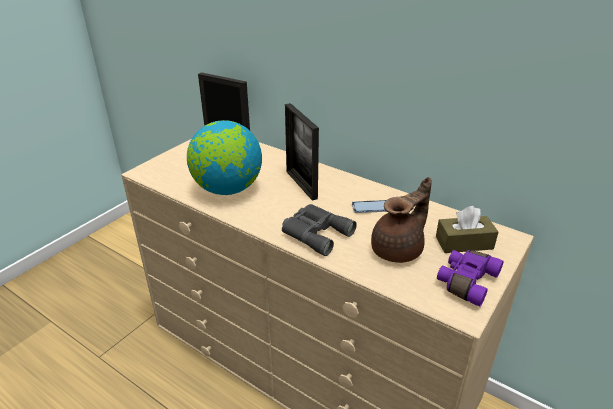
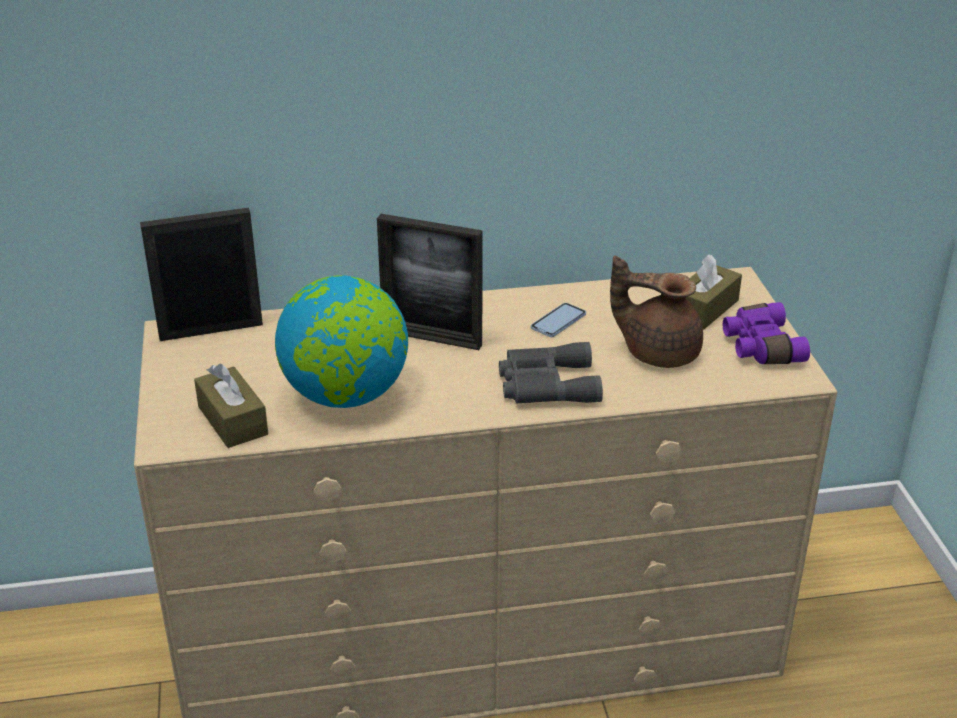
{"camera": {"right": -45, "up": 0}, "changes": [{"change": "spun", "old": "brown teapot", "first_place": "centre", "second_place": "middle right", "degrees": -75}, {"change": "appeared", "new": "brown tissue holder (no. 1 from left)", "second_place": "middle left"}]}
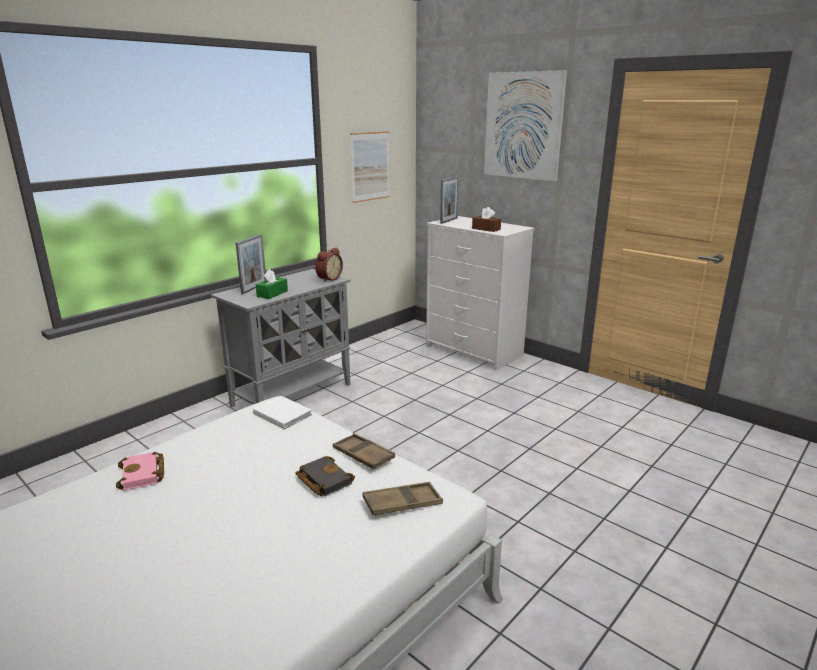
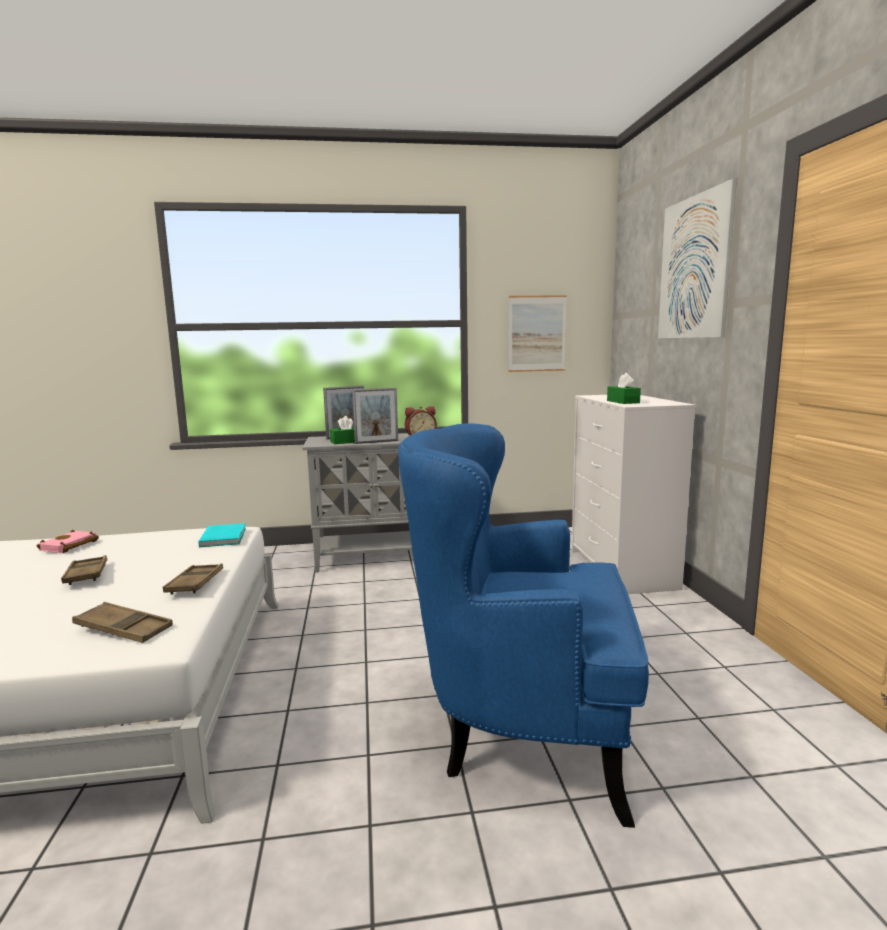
{"camera": {"right": 40, "up": -10}, "changes": [{"change": "relocated", "old": "picture frame (no. 2 from left)", "first_place": "top centre", "second_place": "centre"}, {"change": "colour", "old": "brown tissue holder", "new": "green-coloured tissue holder (no. 2 from left)", "first_place": "top centre", "second_place": "middle right"}, {"change": "colour", "old": "whitish volume", "new": "turquoise volume", "first_place": "centre", "second_place": "middle left"}, {"change": "missing", "old": "black volume", "first_place": "bottom centre"}, {"change": "appeared", "new": "blue-coloured easy chair", "second_place": "bottom centre"}, {"change": "appeared", "new": "brown carrying tray (no. 1 from left)", "second_place": "middle left"}]}
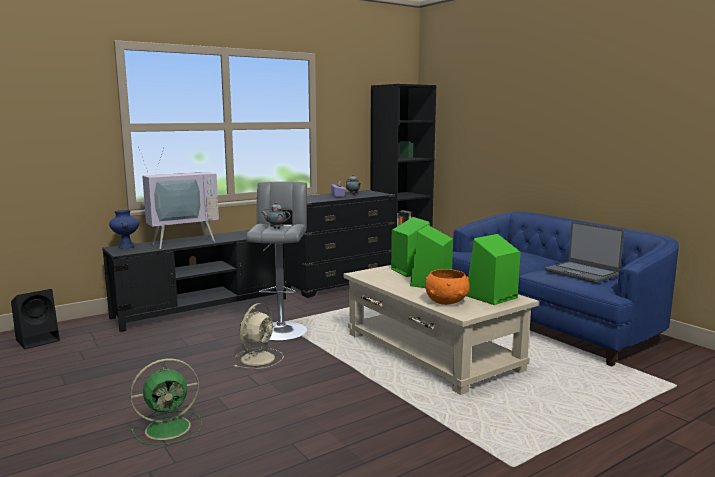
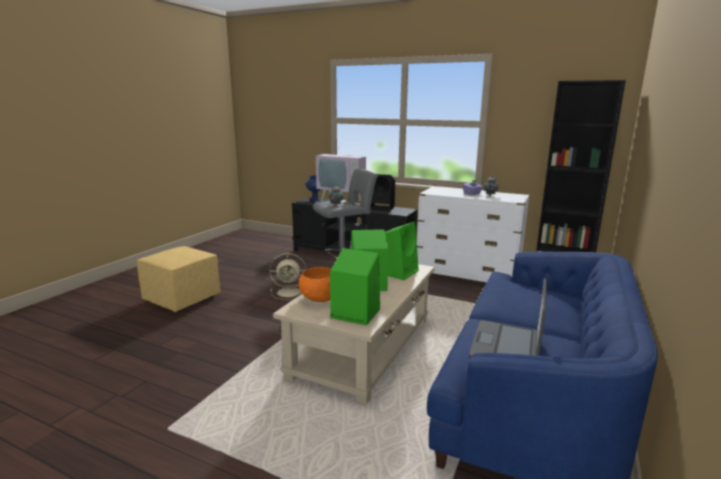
{"camera": {"right": 60, "up": 5}, "changes": [{"change": "colour", "old": "black chest of drawers", "new": "whitish chest of drawers", "first_place": "centre", "second_place": "centre"}, {"change": "relocated", "old": "black loudspeaker", "first_place": "bottom left", "second_place": "centre"}, {"change": "exchanged", "old": "green-coloured cooling fan", "new": "yellow footrest", "first_place": "bottom left", "second_place": "middle left"}]}
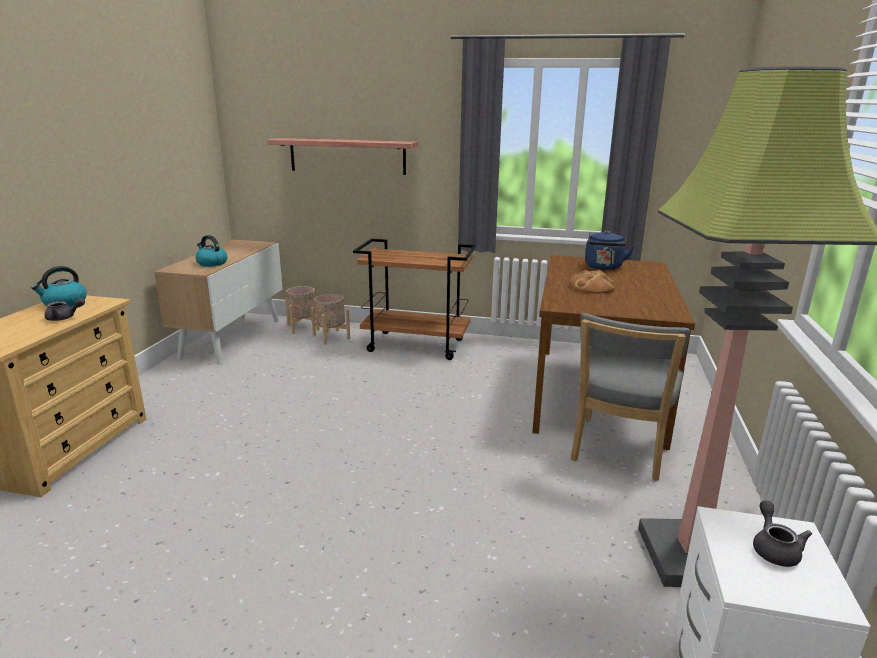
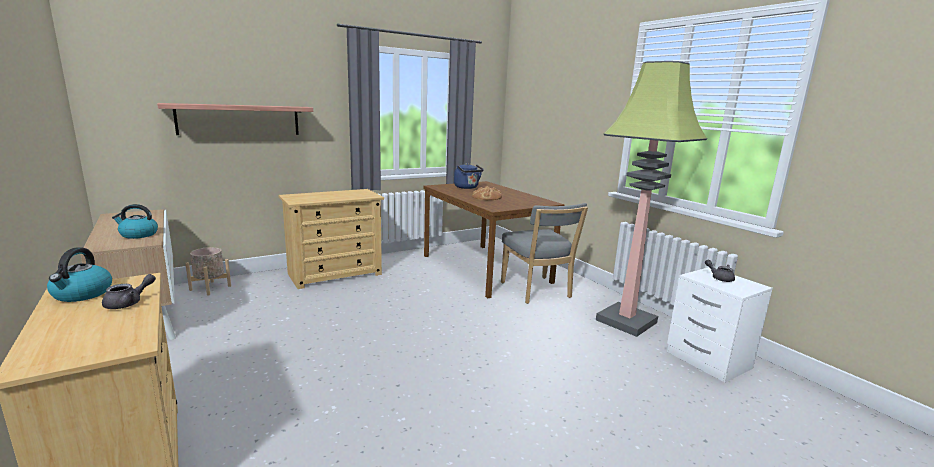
{"camera": {"right": -45, "up": -5}, "changes": [{"change": "exchanged", "old": "brown trolley", "new": "sand-coloured chest of drawers (no. 2 from left)", "first_place": "centre", "second_place": "centre"}, {"change": "missing", "old": "sand-coloured planter (no. 2 from left)", "first_place": "centre"}]}
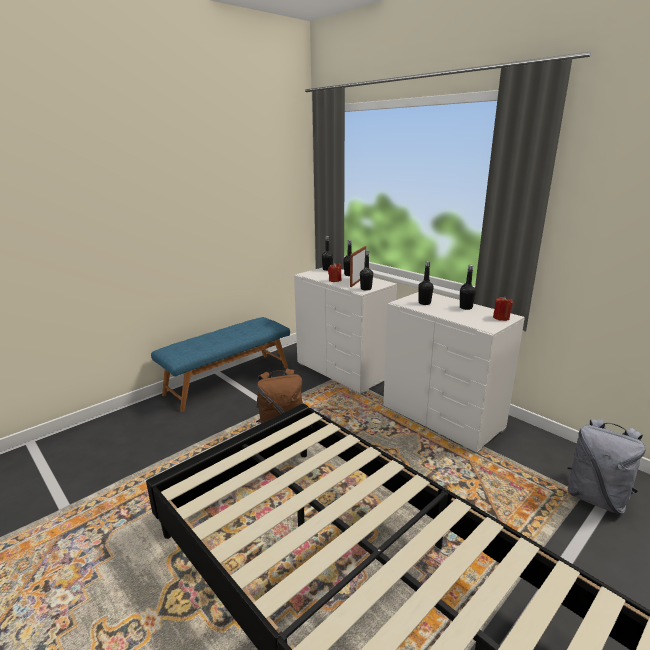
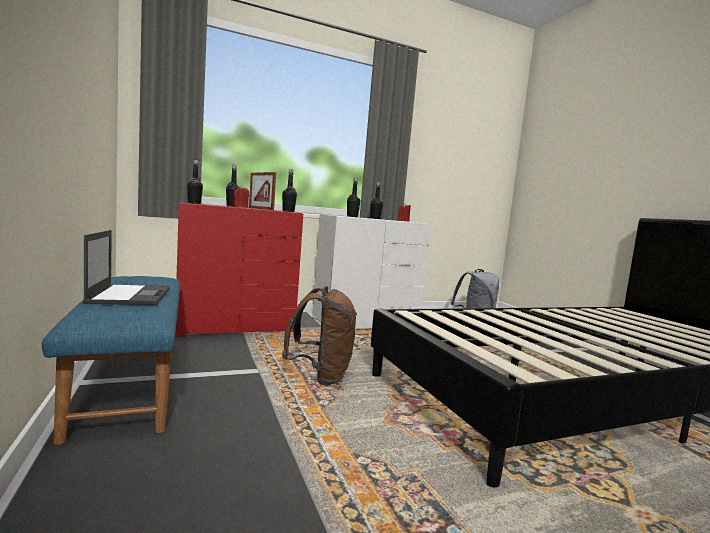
{"camera": {"right": -70, "up": -15}, "changes": [{"change": "colour", "old": "whitish chest of drawers (no. 1 from left)", "new": "reddish chest of drawers", "first_place": "centre", "second_place": "centre"}, {"change": "appeared", "new": "notebook computer", "second_place": "middle left"}]}
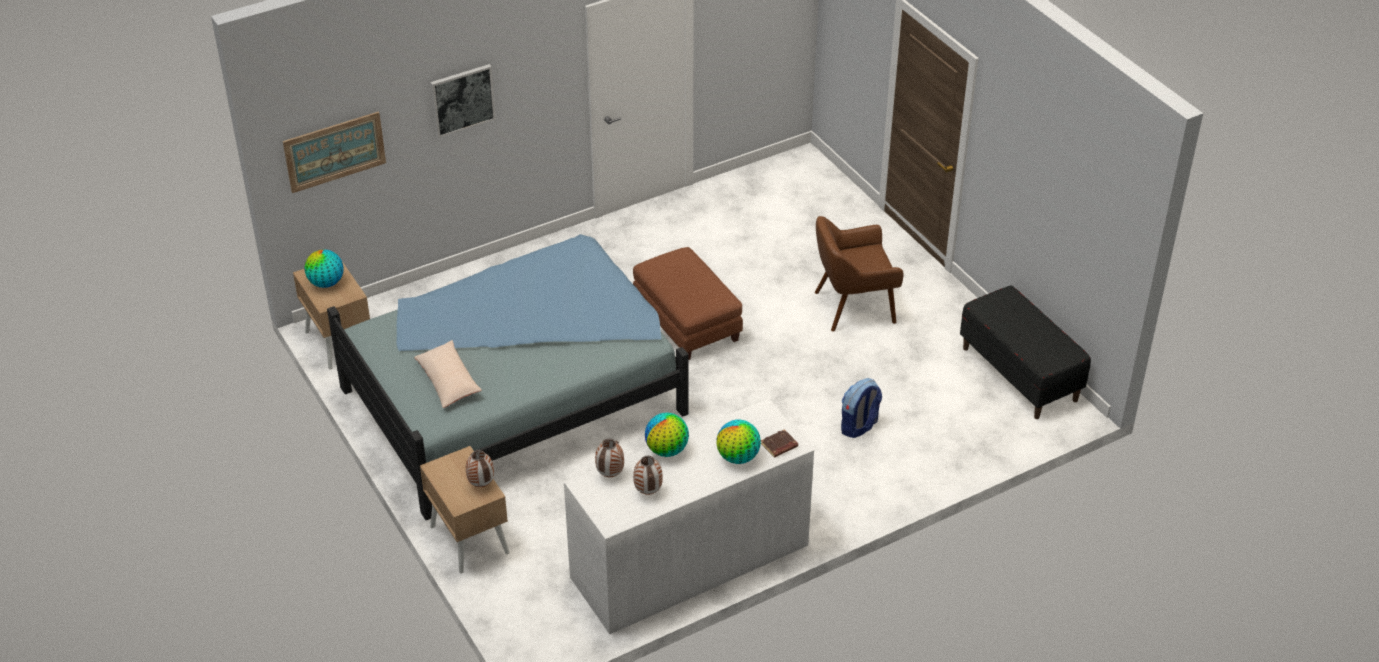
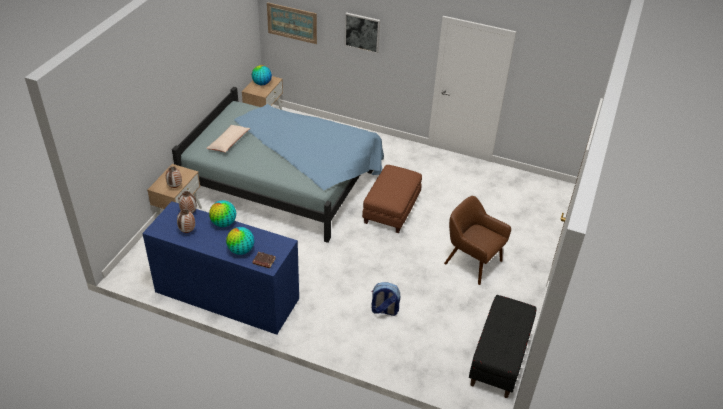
{"camera": {"right": 50, "up": 0}, "changes": [{"change": "colour", "old": "whitish chest of drawers", "new": "blue-coloured chest of drawers", "first_place": "bottom centre", "second_place": "middle left"}]}
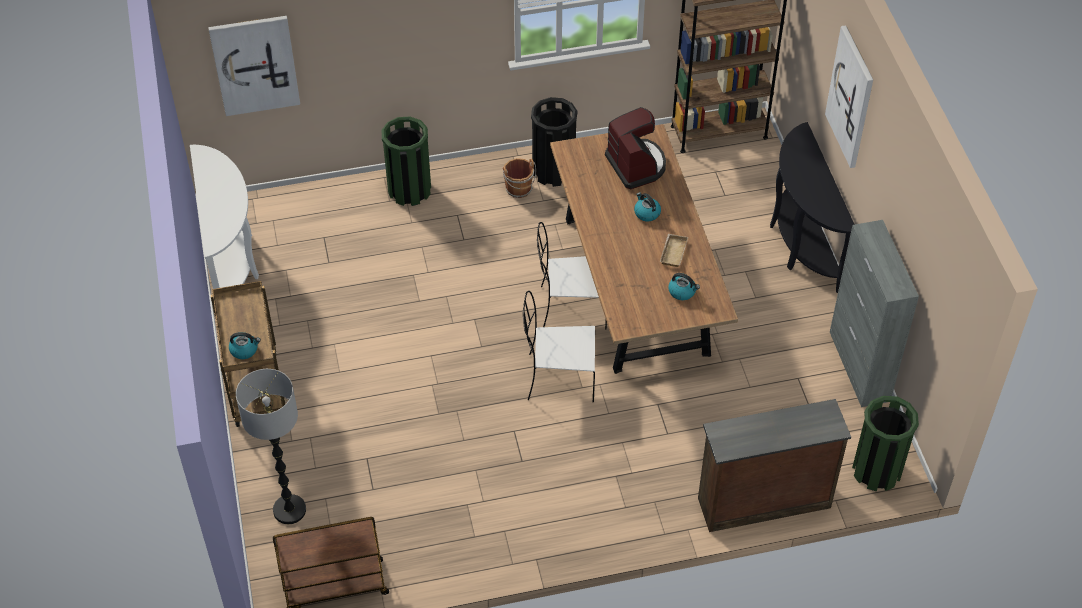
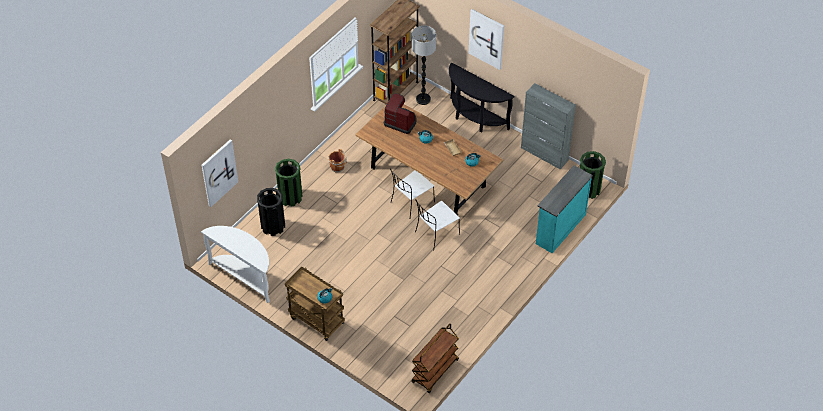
{"camera": {"right": -40, "up": 0}, "changes": [{"change": "relocated", "old": "black rubbish bin", "first_place": "top centre", "second_place": "middle left"}, {"change": "relocated", "old": "floor lamp", "first_place": "bottom left", "second_place": "top centre"}, {"change": "colour", "old": "brown chest of drawers", "new": "turquoise chest of drawers", "first_place": "bottom right", "second_place": "middle right"}]}
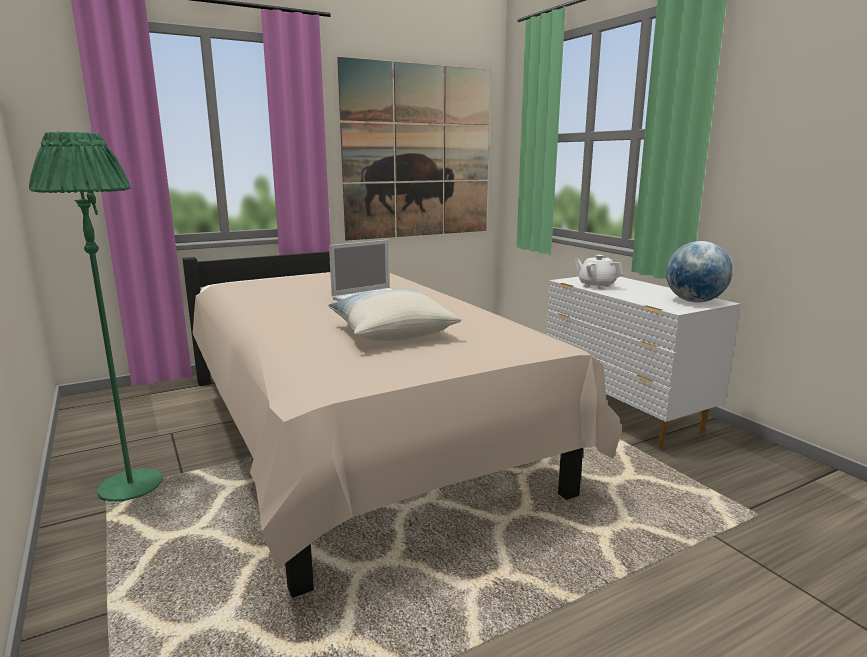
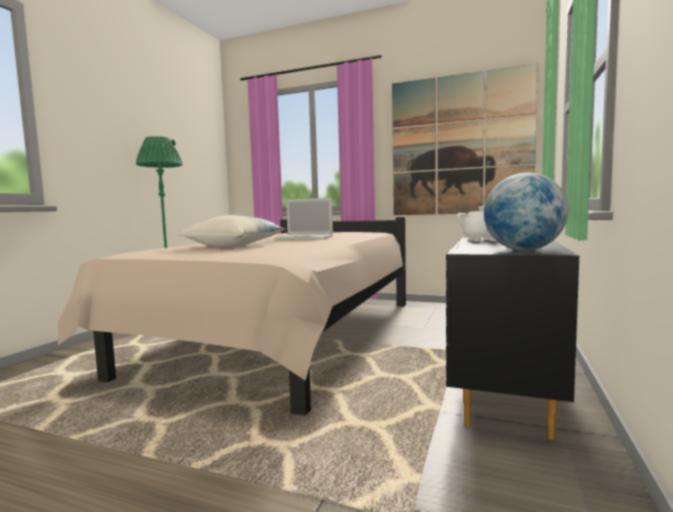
{"camera": {"right": 50, "up": -10}, "changes": [{"change": "colour", "old": "whitish chest of drawers", "new": "black chest of drawers", "first_place": "middle right", "second_place": "middle right"}]}
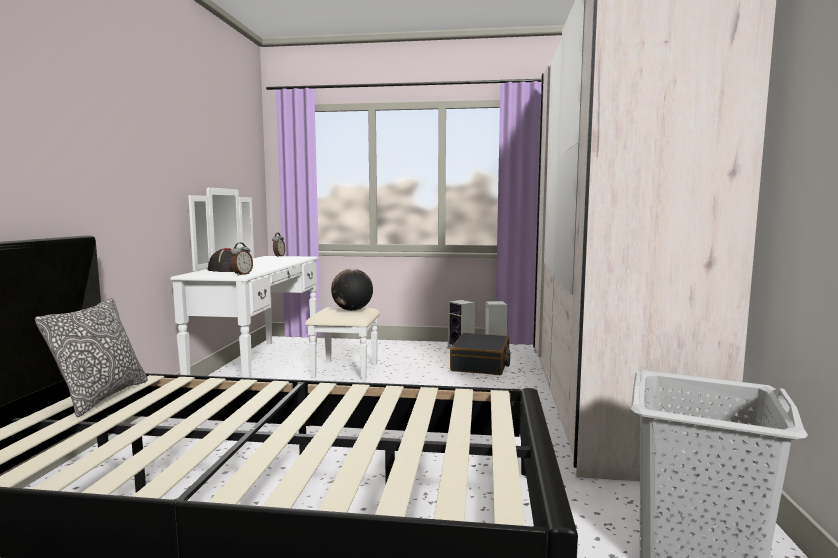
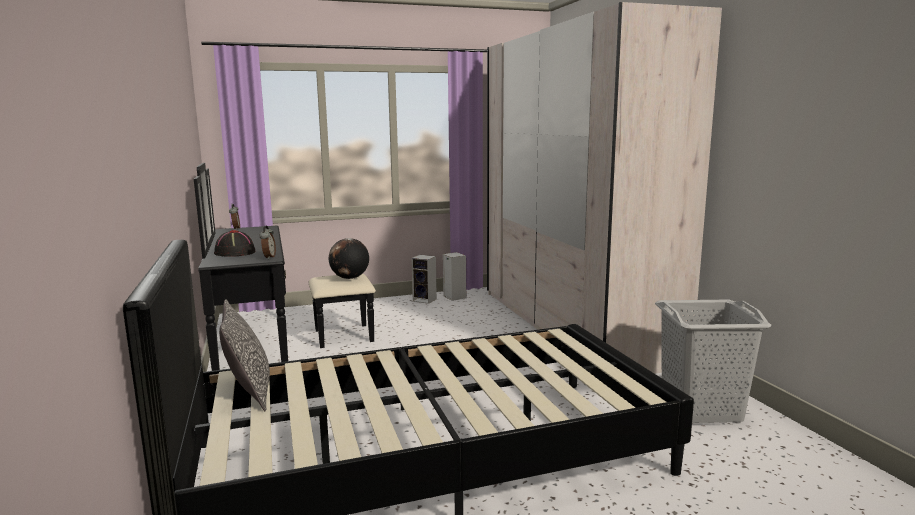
{"camera": {"right": -25, "up": 5}, "changes": [{"change": "colour", "old": "whitish chest of drawers", "new": "black chest of drawers", "first_place": "middle left", "second_place": "middle left"}, {"change": "missing", "old": "black suitcase", "first_place": "centre"}]}
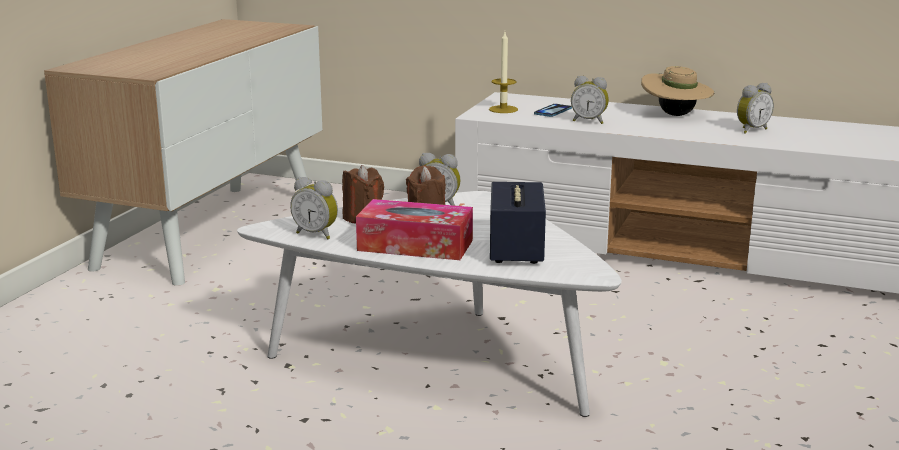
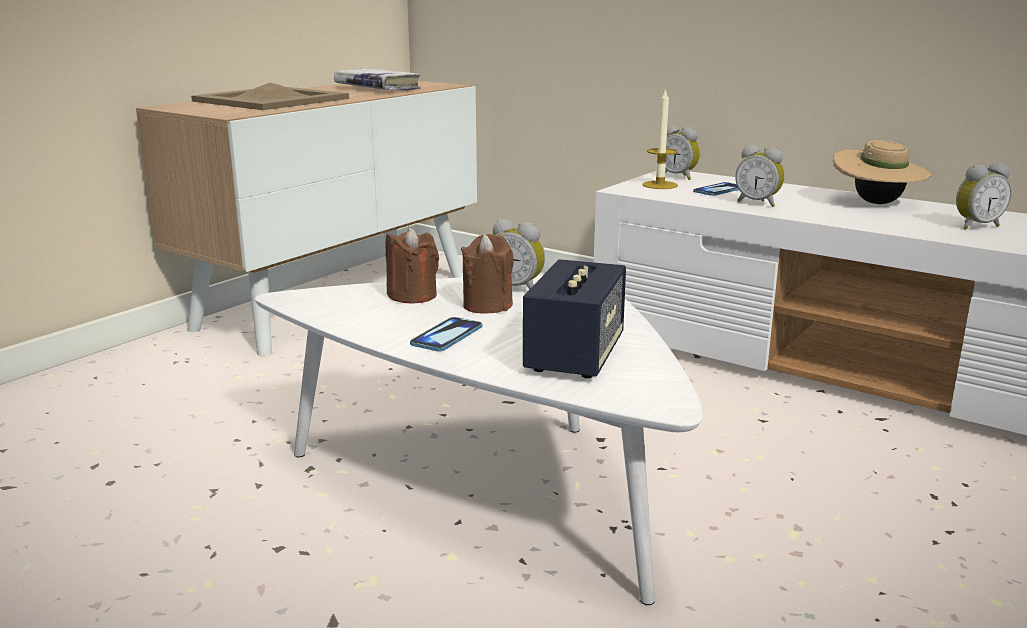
{"camera": {"right": 15, "up": 0}, "changes": [{"change": "relocated", "old": "alarm clock (no. 1 from left in the first image)", "new": "alarm clock (no. 2 from left)", "first_place": "centre", "second_place": "top centre"}, {"change": "exchanged", "old": "tissue holder", "new": "handset (no. 1 from left)", "first_place": "centre", "second_place": "centre"}, {"change": "appeared", "new": "whitish volume", "second_place": "top centre"}, {"change": "appeared", "new": "sand-coloured carrying tray", "second_place": "top left"}]}
